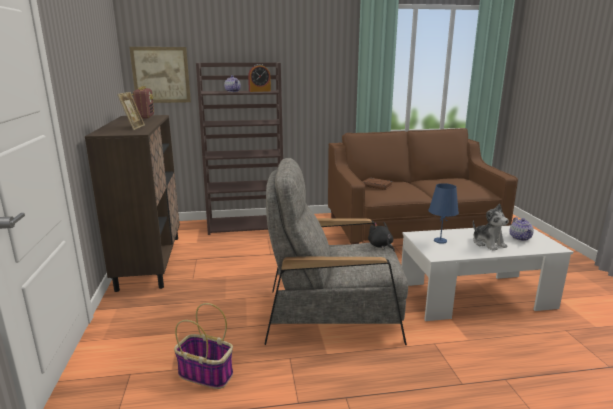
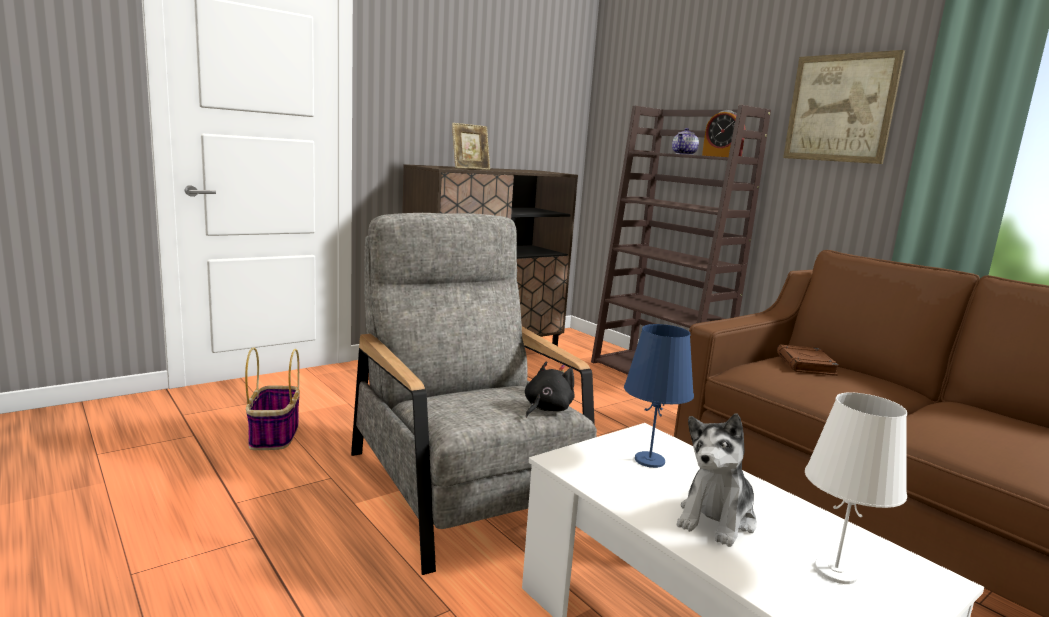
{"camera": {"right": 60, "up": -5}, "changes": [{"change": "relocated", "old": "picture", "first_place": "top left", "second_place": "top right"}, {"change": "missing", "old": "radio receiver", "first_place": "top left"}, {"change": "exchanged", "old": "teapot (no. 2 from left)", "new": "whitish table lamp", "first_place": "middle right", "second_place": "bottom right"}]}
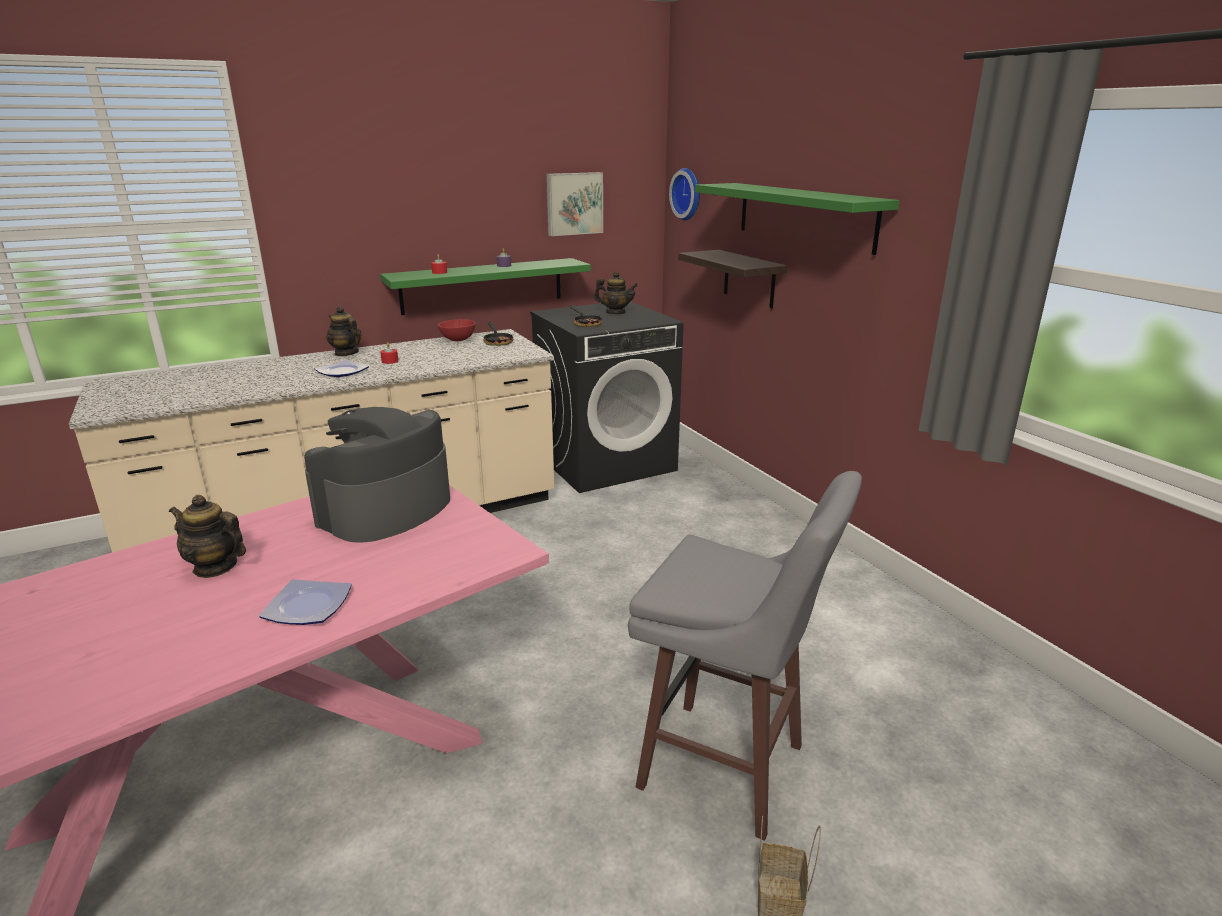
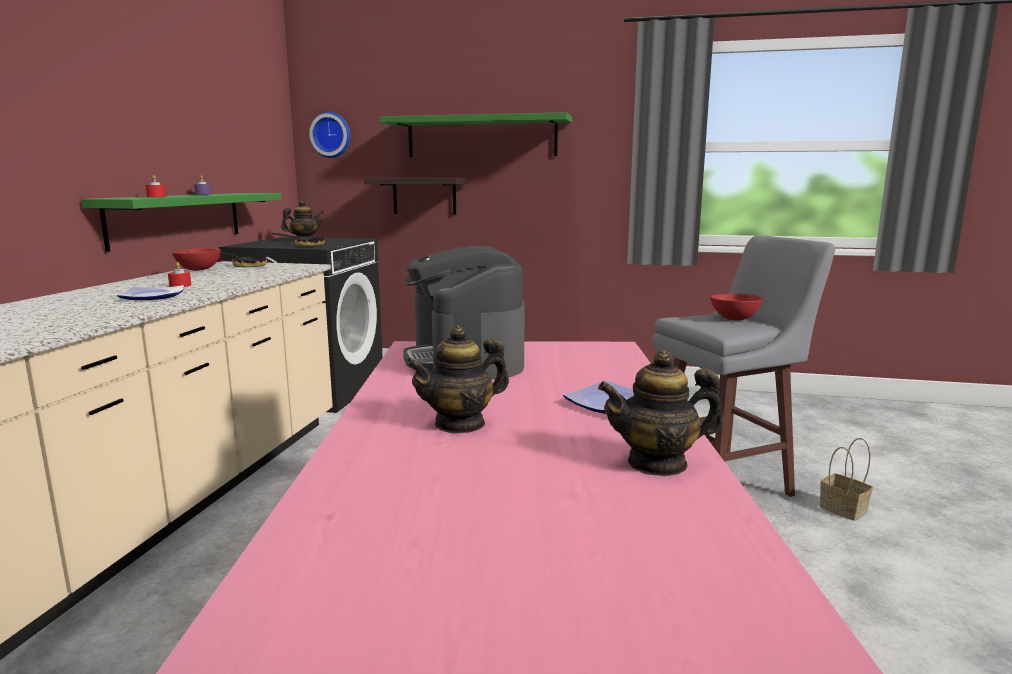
{"camera": {"right": -50, "up": -10}, "changes": [{"change": "missing", "old": "picture", "first_place": "top centre"}, {"change": "relocated", "old": "teapot (no. 2 from left in the first image)", "new": "teapot (no. 3 from left)", "first_place": "middle left", "second_place": "centre"}, {"change": "appeared", "new": "reddish deep dish (no. 2 from left)", "second_place": "middle right"}]}
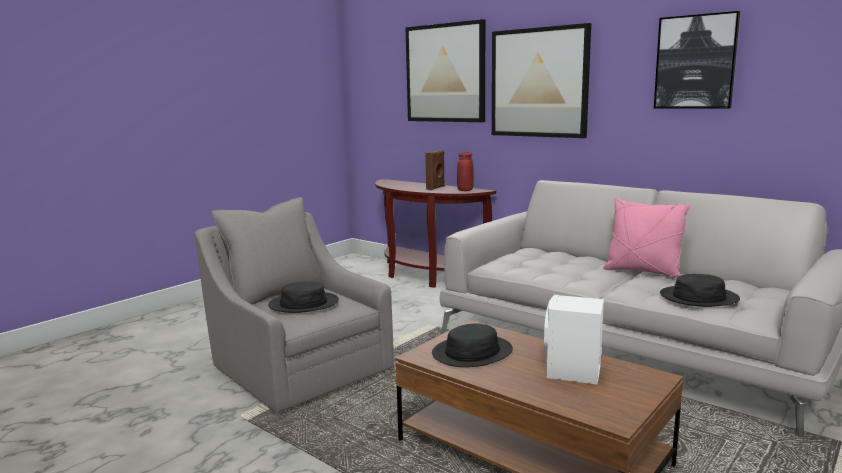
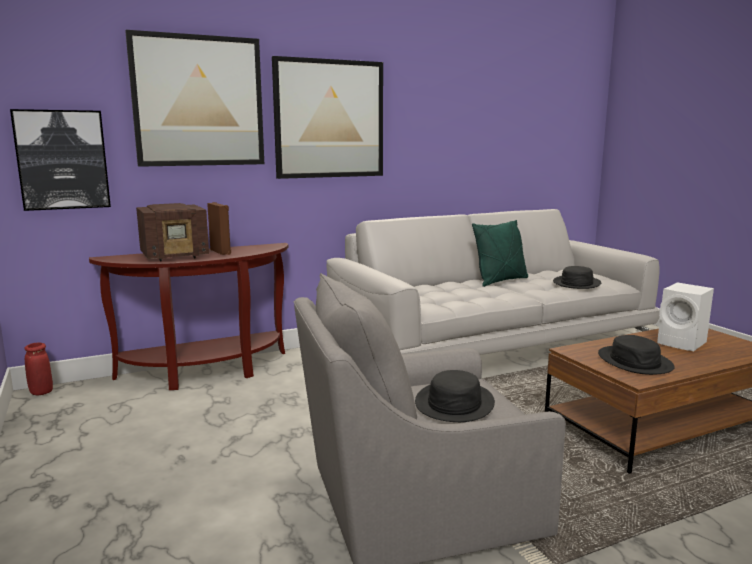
{"camera": {"right": -65, "up": 0}, "changes": [{"change": "relocated", "old": "picture (no. 3 from left in the first image)", "new": "picture (no. 1 from left)", "first_place": "top right", "second_place": "top left"}, {"change": "relocated", "old": "reddish vase", "first_place": "centre", "second_place": "middle left"}, {"change": "colour", "old": "pinkish pillow", "new": "green-coloured pillow", "first_place": "middle right", "second_place": "centre"}, {"change": "appeared", "new": "radio receiver", "second_place": "middle left"}]}
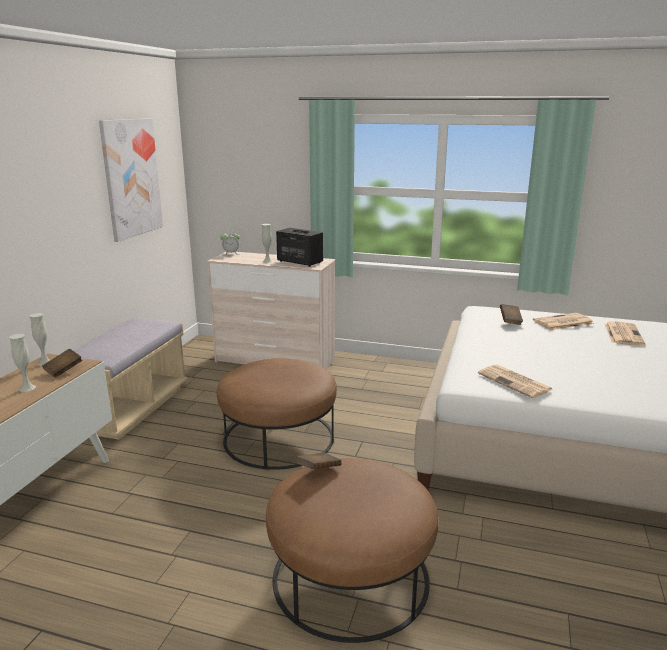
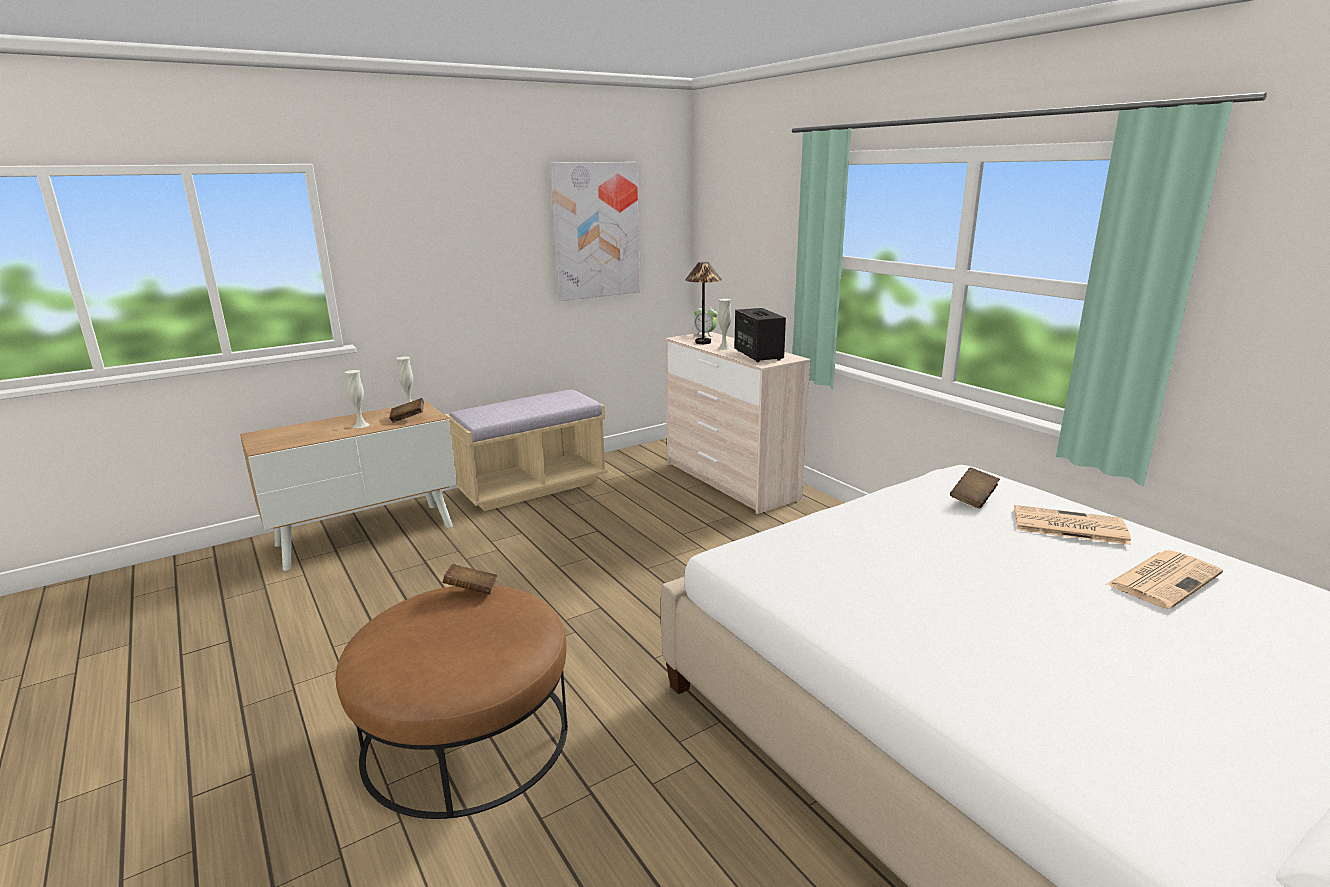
{"camera": {"right": 40, "up": 0}, "changes": [{"change": "missing", "old": "brown footrest (no. 1 from left)", "first_place": "centre"}, {"change": "missing", "old": "daily paper (no. 1 from left)", "first_place": "middle right"}, {"change": "appeared", "new": "table lamp", "second_place": "centre"}]}
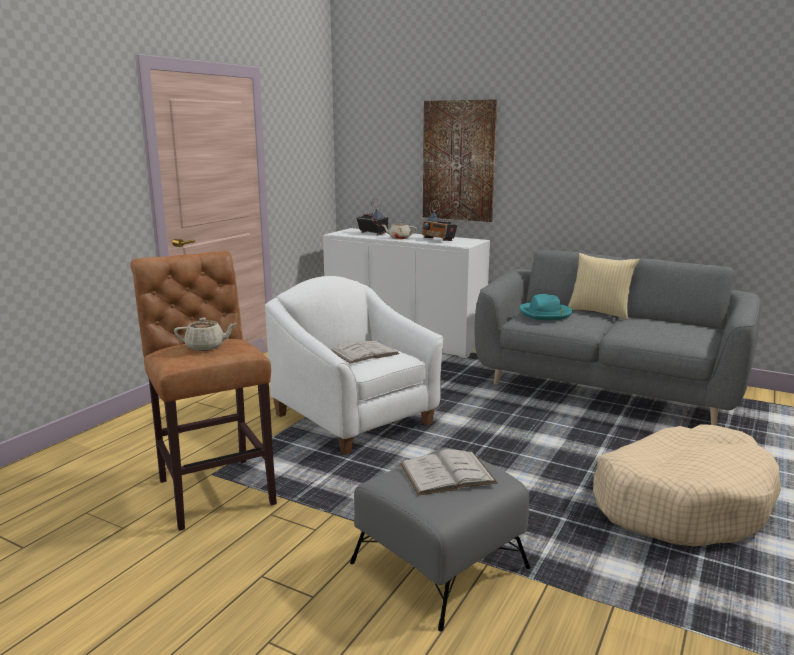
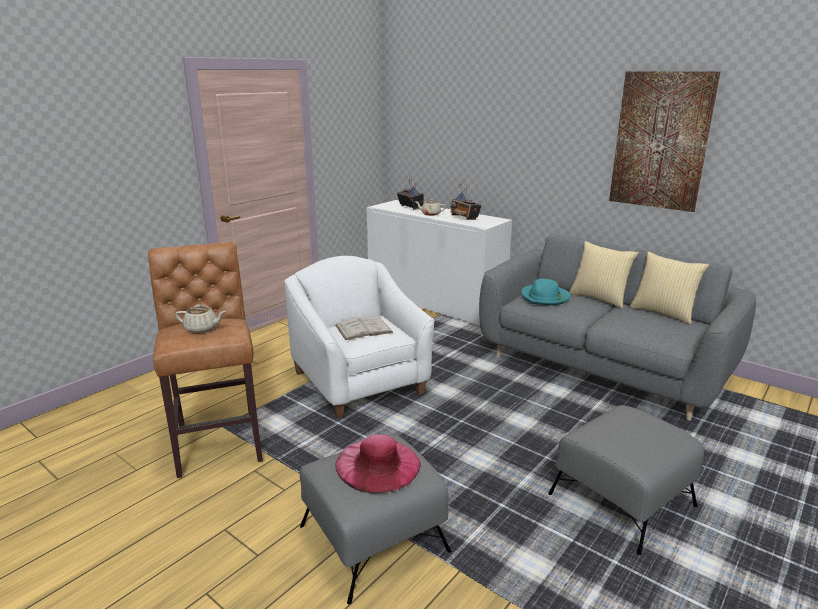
{"camera": {"right": 10, "up": 5}, "changes": [{"change": "relocated", "old": "picture", "first_place": "top centre", "second_place": "top right"}, {"change": "exchanged", "old": "sand-coloured pet bed", "new": "greyish footrest (no. 2 from left)", "first_place": "bottom right", "second_place": "bottom right"}, {"change": "exchanged", "old": "whitish volume (no. 2 from left)", "new": "pinkish wearable hat", "first_place": "bottom centre", "second_place": "bottom centre"}, {"change": "appeared", "new": "pillow (no. 2 from left)", "second_place": "middle right"}]}
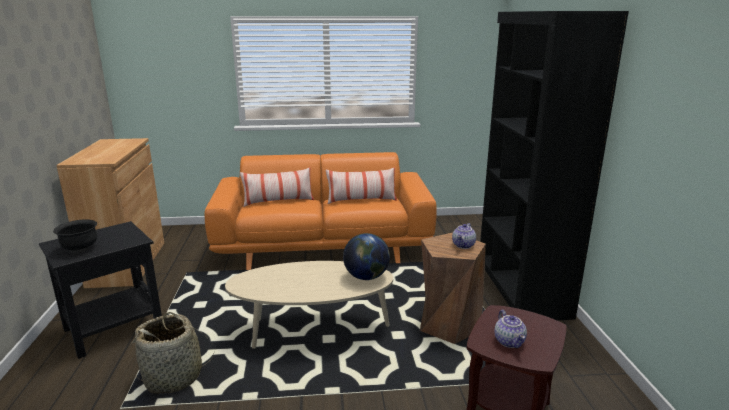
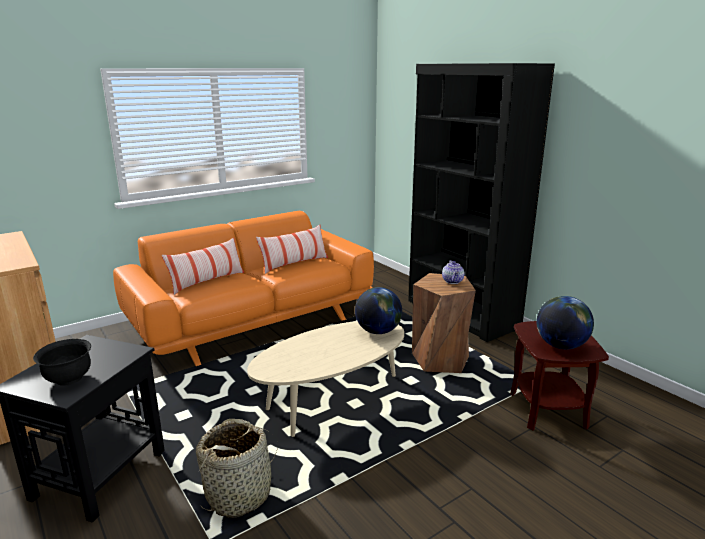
{"camera": {"right": -30, "up": 0}, "changes": [{"change": "exchanged", "old": "teapot (no. 2 from left)", "new": "desk globe (no. 2 from left)", "first_place": "bottom right", "second_place": "middle right"}]}
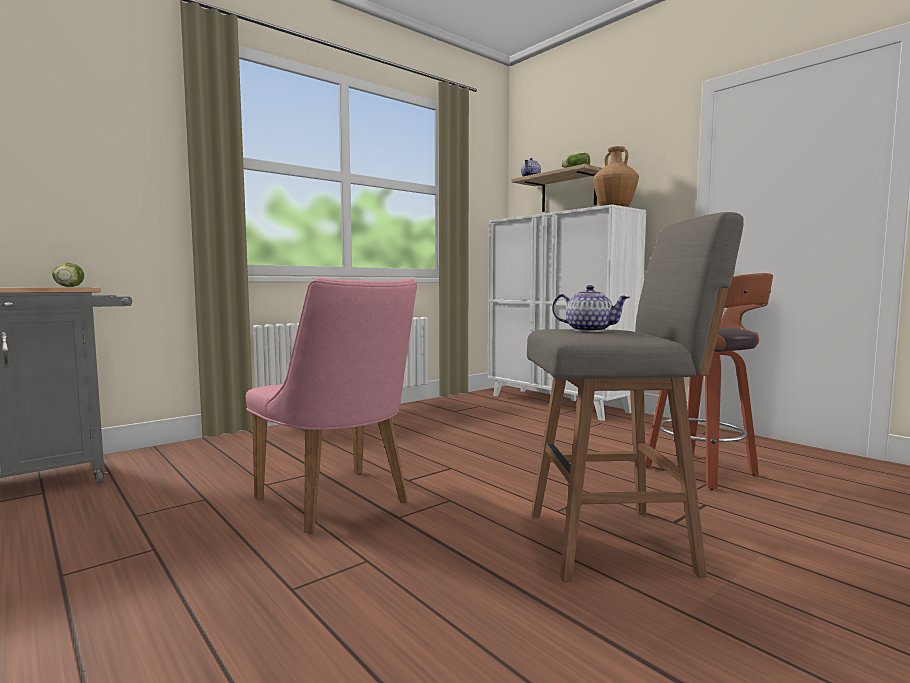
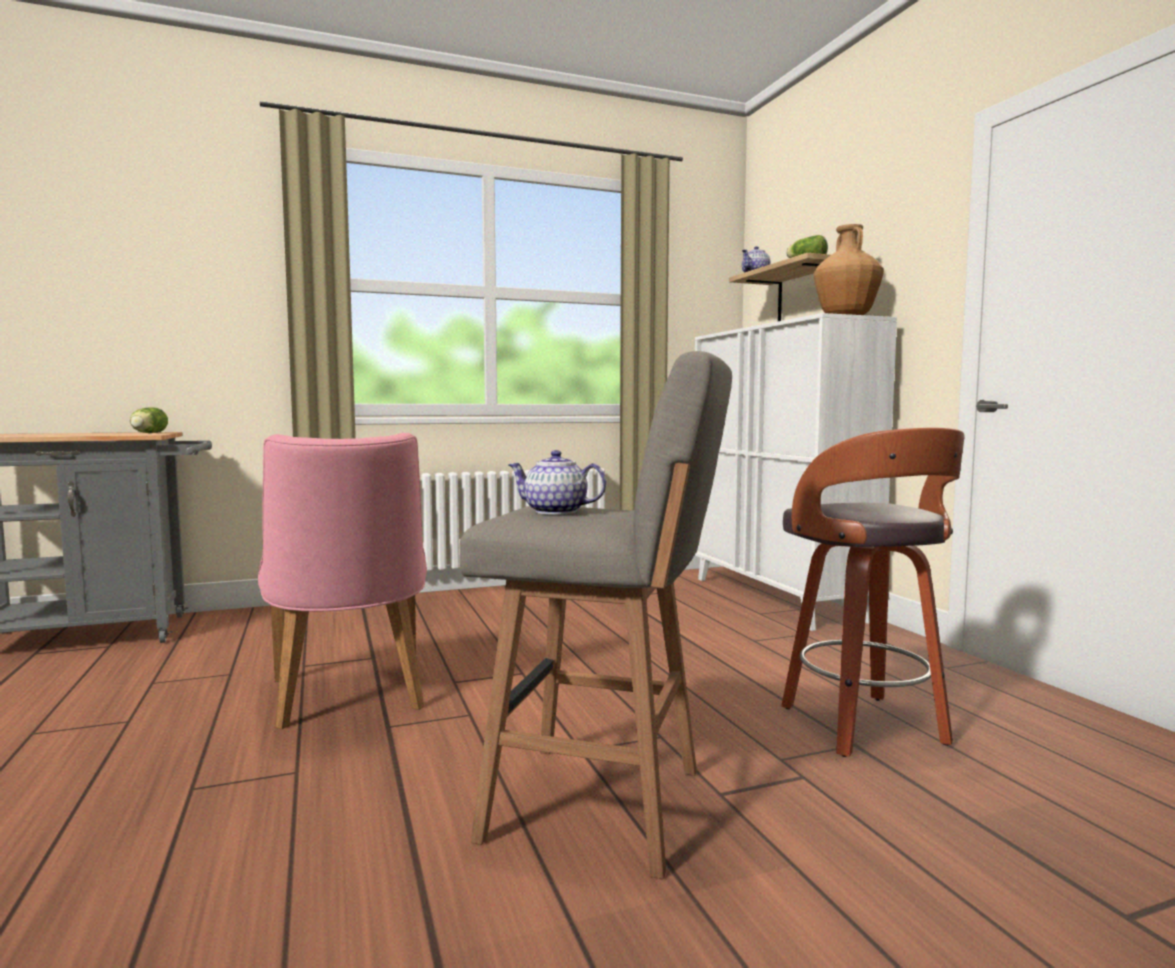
{"camera": {"right": 20, "up": 0}, "changes": [{"change": "spun", "old": "teapot (no. 2 from left in the first image)", "first_place": "centre", "second_place": "centre", "degrees": 150}]}
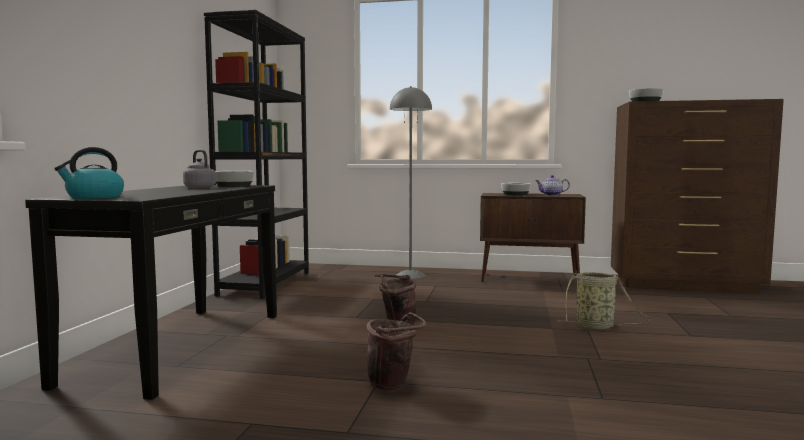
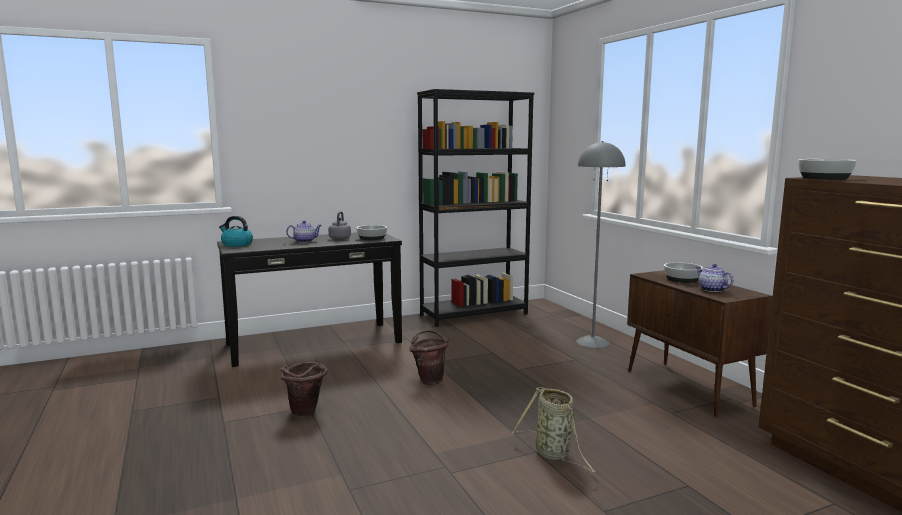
{"camera": {"right": 55, "up": 5}, "changes": [{"change": "appeared", "new": "teapot (no. 1 from left)", "second_place": "centre"}]}
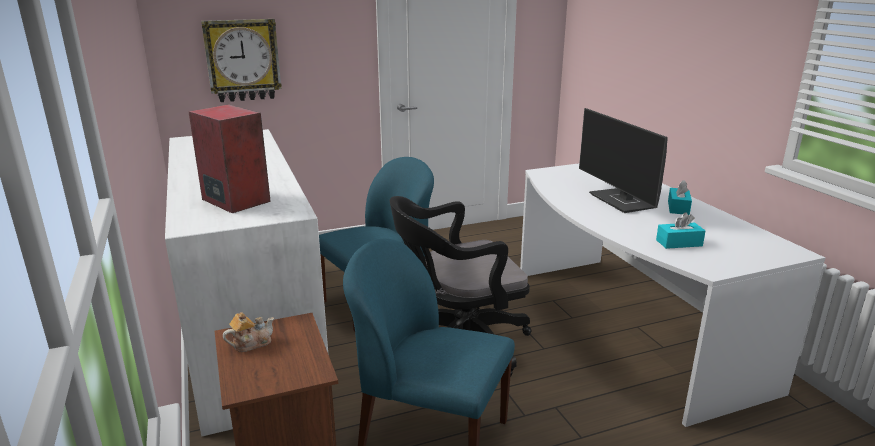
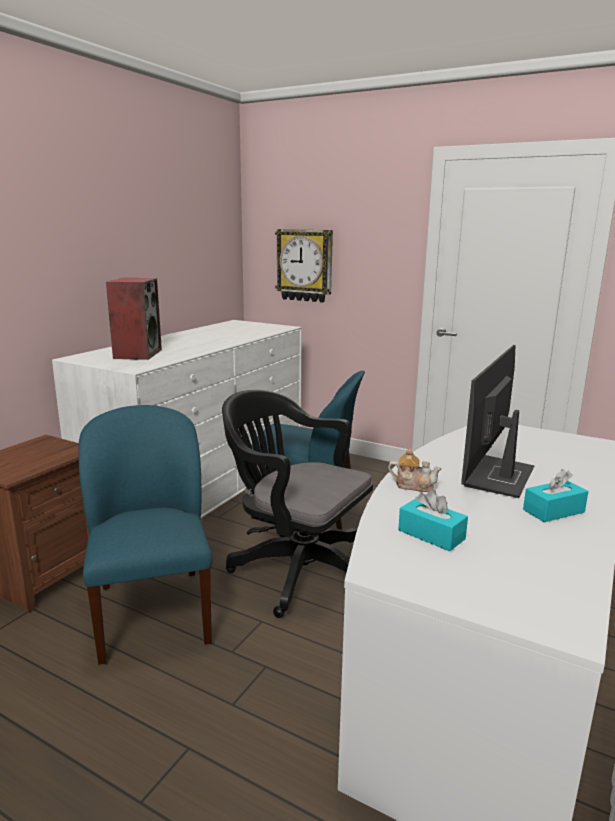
{"camera": {"right": 50, "up": -5}, "changes": [{"change": "relocated", "old": "teapot", "first_place": "bottom left", "second_place": "middle right"}]}
